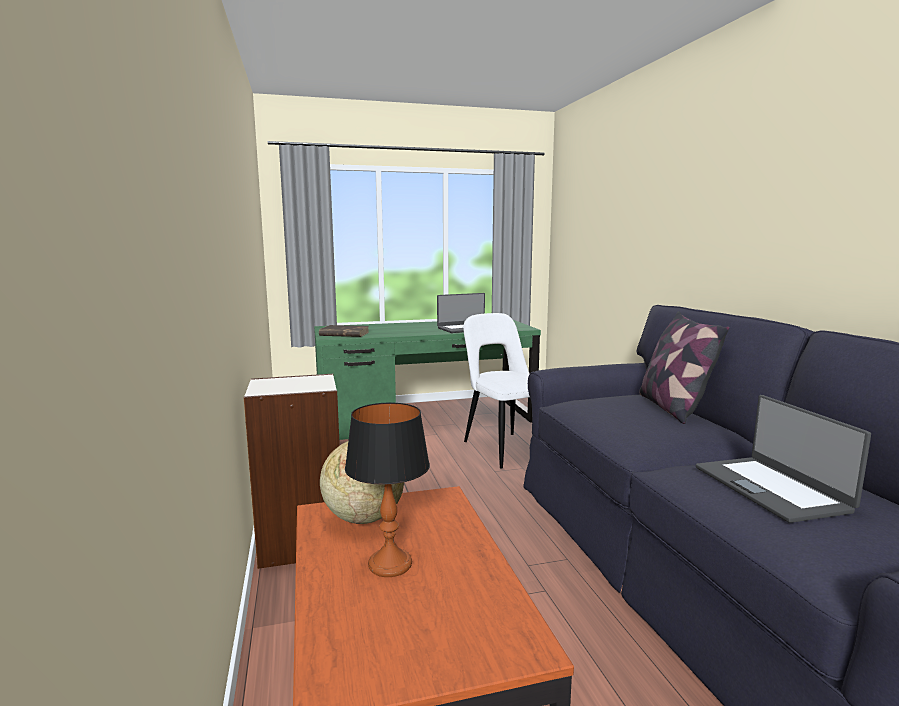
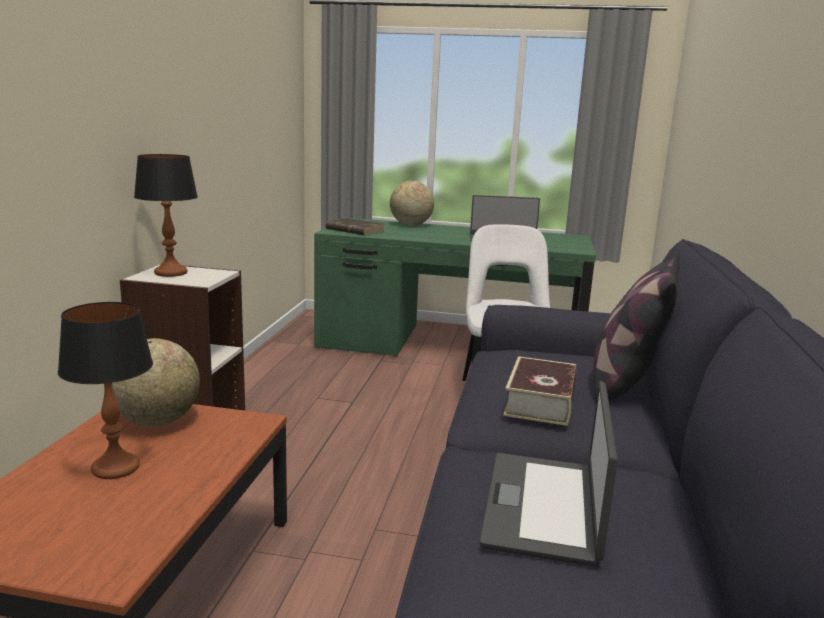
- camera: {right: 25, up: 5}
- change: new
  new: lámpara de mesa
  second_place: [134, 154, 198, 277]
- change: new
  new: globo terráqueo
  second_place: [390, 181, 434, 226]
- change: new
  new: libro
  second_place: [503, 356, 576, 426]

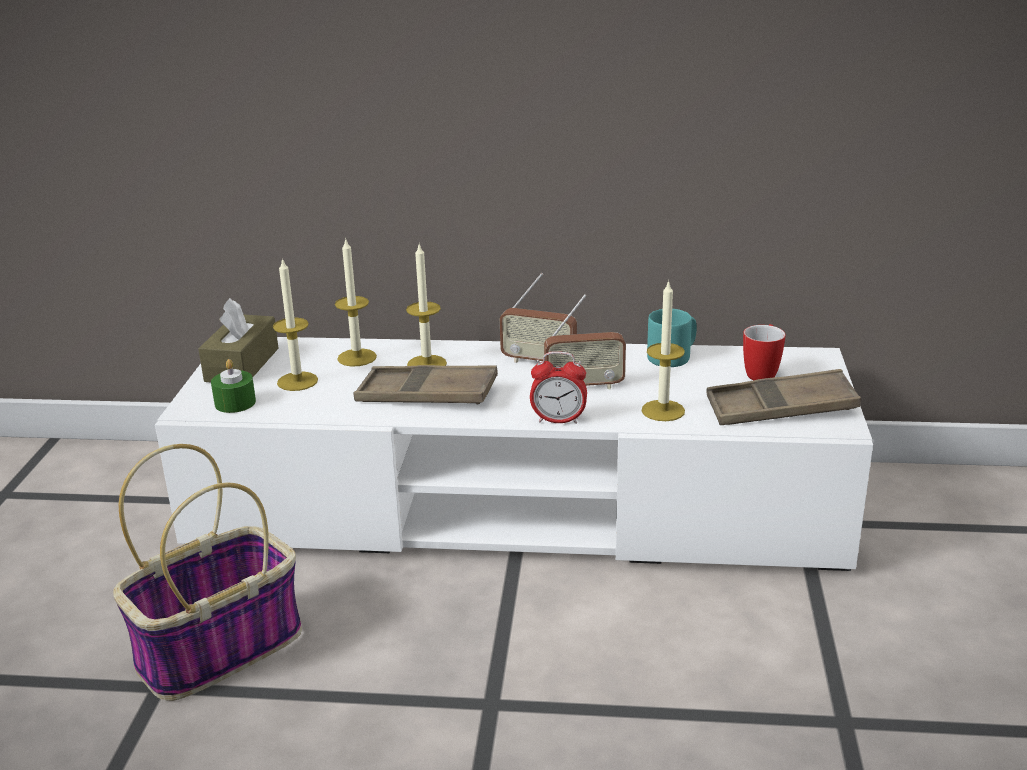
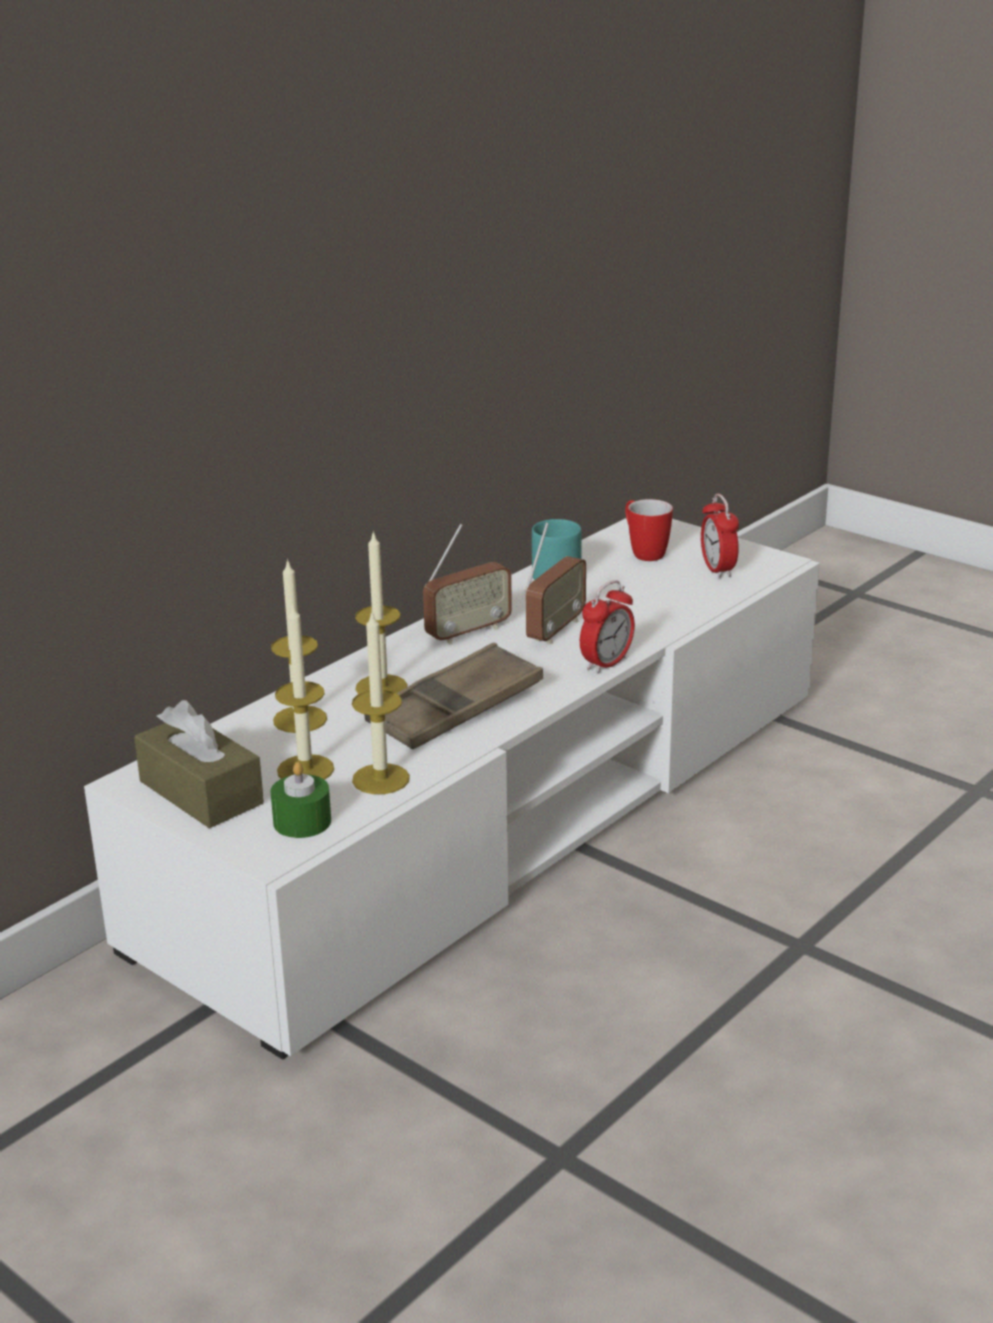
- camera: {right: -55, up: 0}
- change: shifted
  old: vela
  first_place: [642, 280, 685, 421]
  second_place: [352, 613, 410, 794]
- change: swapped
  old: bandeja (marrón)
  new: despertador
  first_place: [706, 369, 861, 425]
  second_place: [701, 494, 739, 578]
- change: gone
  old: cesta
  first_place: [113, 444, 302, 701]

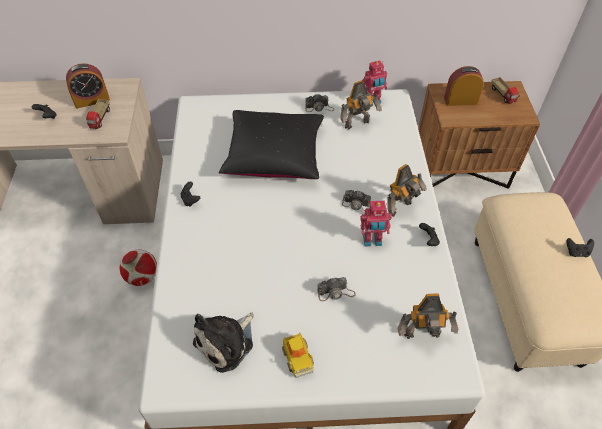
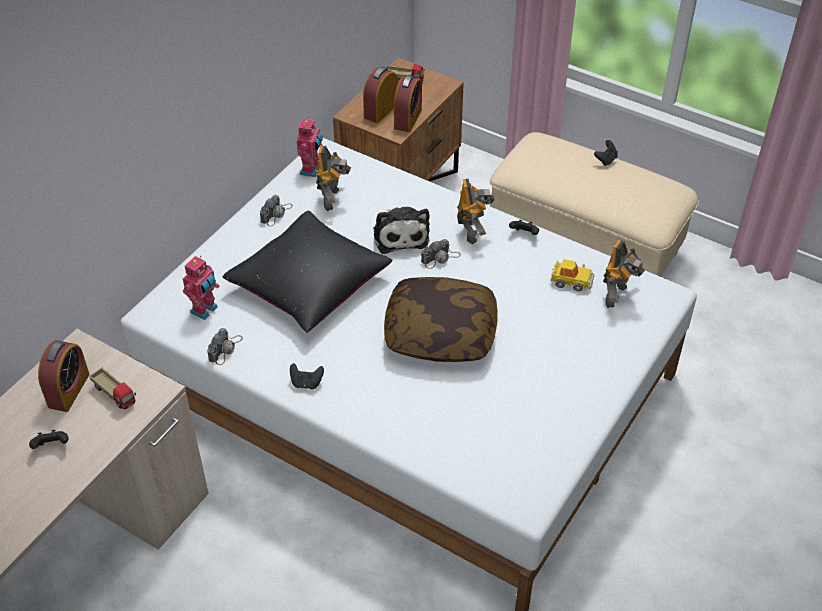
- camera: {right: -55, up: -5}
- change: shifted
  old: robot de juguete
  first_place: [360, 201, 392, 247]
  second_place: [183, 256, 219, 320]
- change: shifted
  old: cámara
  first_place: [317, 277, 356, 301]
  second_place: [207, 328, 243, 365]
- change: shifted
  old: peluche
  first_place: [193, 312, 254, 373]
  second_place: [373, 207, 430, 254]
- change: new
  new: cojín
  second_place: [384, 277, 498, 362]
- change: new
  new: despertador
  second_place: [394, 75, 422, 132]
- change: shifted
  old: coche de juguete
  first_place: [282, 332, 314, 378]
  second_place: [551, 259, 594, 292]
- change: gone
  old: balón de fútbol
  first_place: [120, 250, 157, 286]

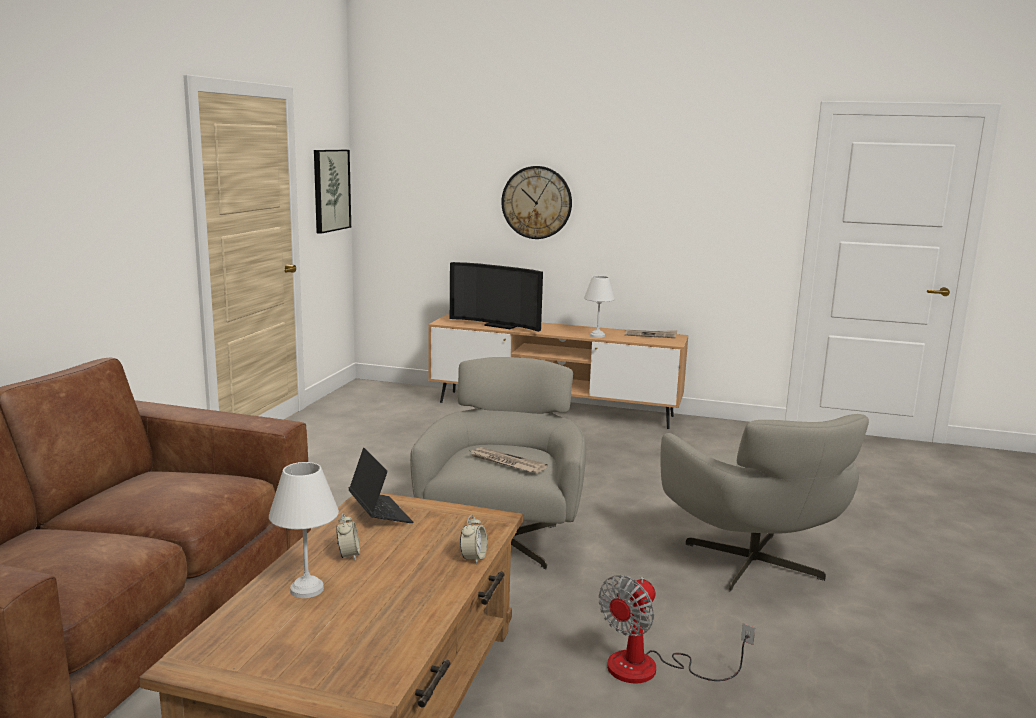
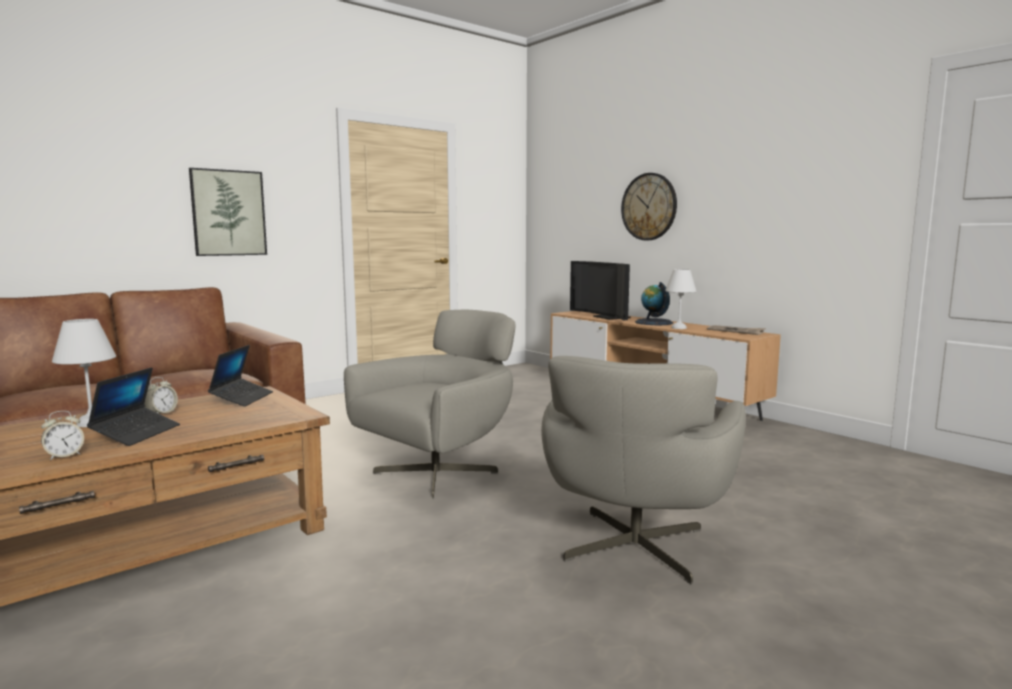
- camera: {right: 35, up: -5}
- change: shifted
  old: despertador
  first_place: [460, 515, 487, 564]
  second_place: [41, 411, 84, 460]
- change: new
  new: portátil
  second_place: [87, 367, 180, 446]
- change: shifted
  old: cuadro
  first_place: [314, 150, 351, 234]
  second_place: [189, 168, 267, 256]
- change: new
  new: globo terráqueo
  second_place: [635, 282, 673, 325]
- change: gone
  old: periódico
  first_place: [471, 447, 548, 473]
- change: gone
  old: ventilador
  first_place: [599, 575, 755, 683]

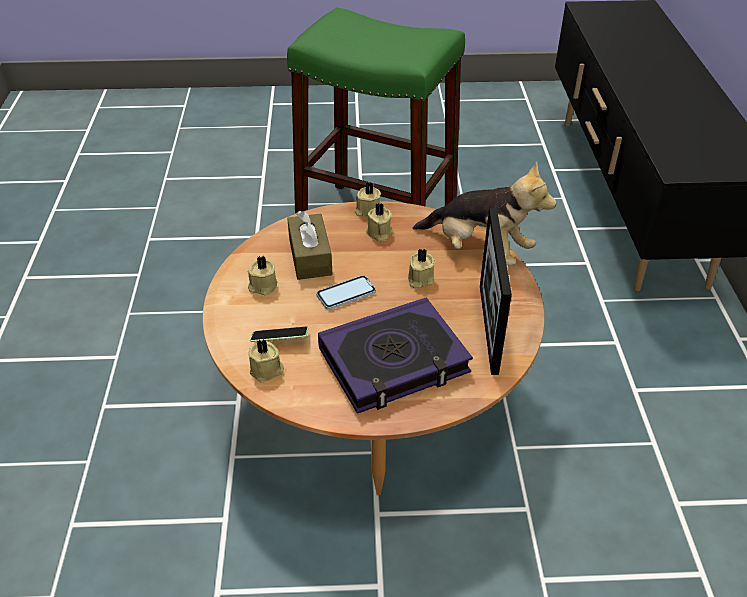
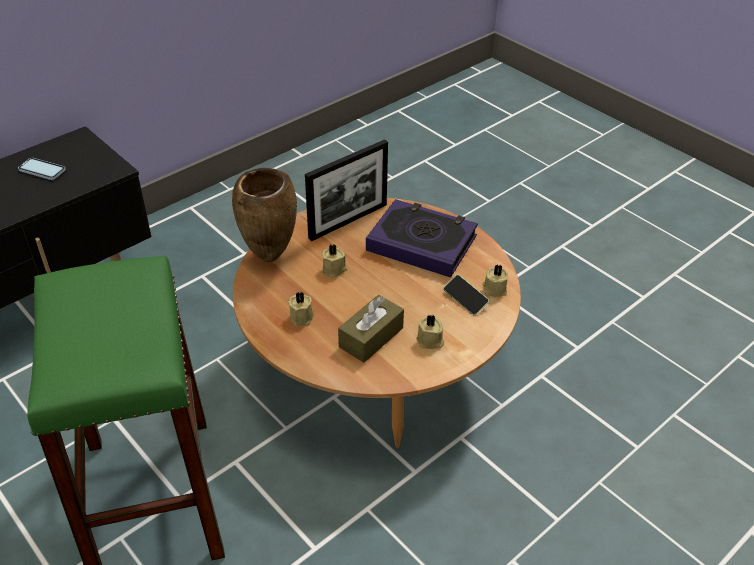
- camera: {right: -130, up: 0}
- change: shifted
  old: móvil
  first_place: [316, 275, 376, 310]
  second_place: [18, 158, 66, 180]
- change: swapped
  old: peluche
  new: florero (marrón)
  first_place: [413, 161, 556, 266]
  second_place: [232, 168, 297, 262]
- change: gone
  old: vela (beis)
  first_place: [355, 182, 381, 218]

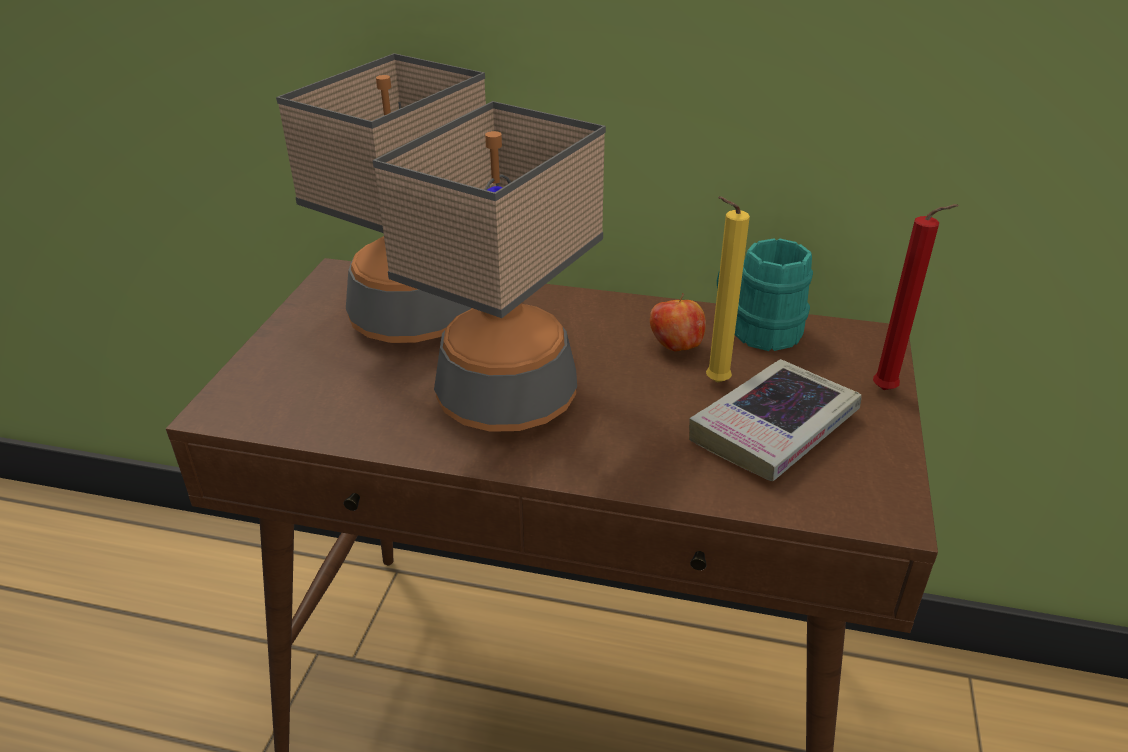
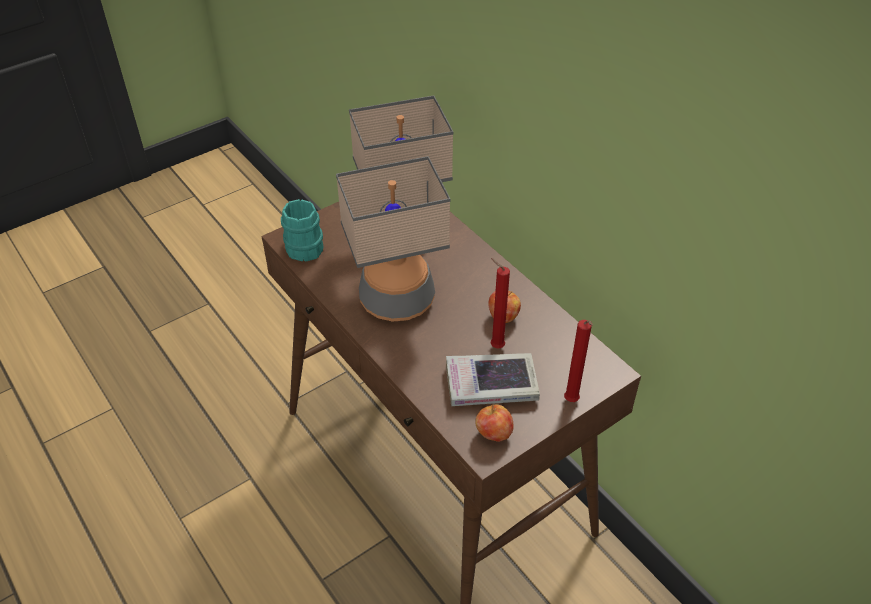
- camera: {right: 40, up: 10}
- change: shifted
  old: taza grande (turquesa)
  first_place: [717, 238, 813, 351]
  second_place: [281, 199, 324, 262]
- change: new
  new: manzana
  second_place: [476, 405, 514, 442]
- change: repainted
  old: vela (amarillo)
  new: vela (rojo)
  first_place: [706, 196, 750, 382]
  second_place: [491, 258, 510, 348]

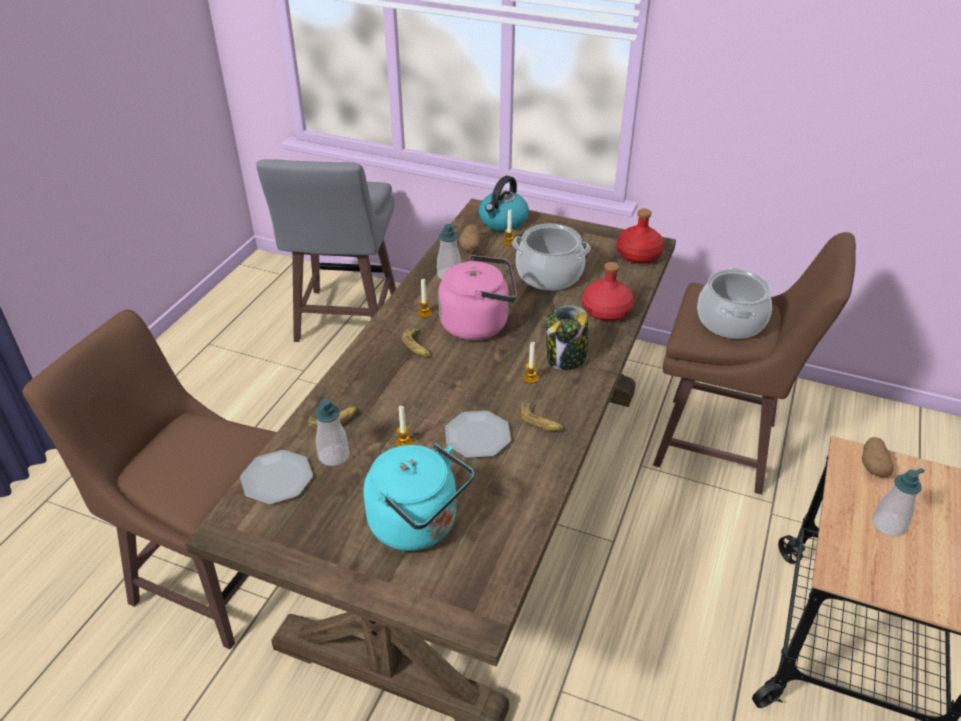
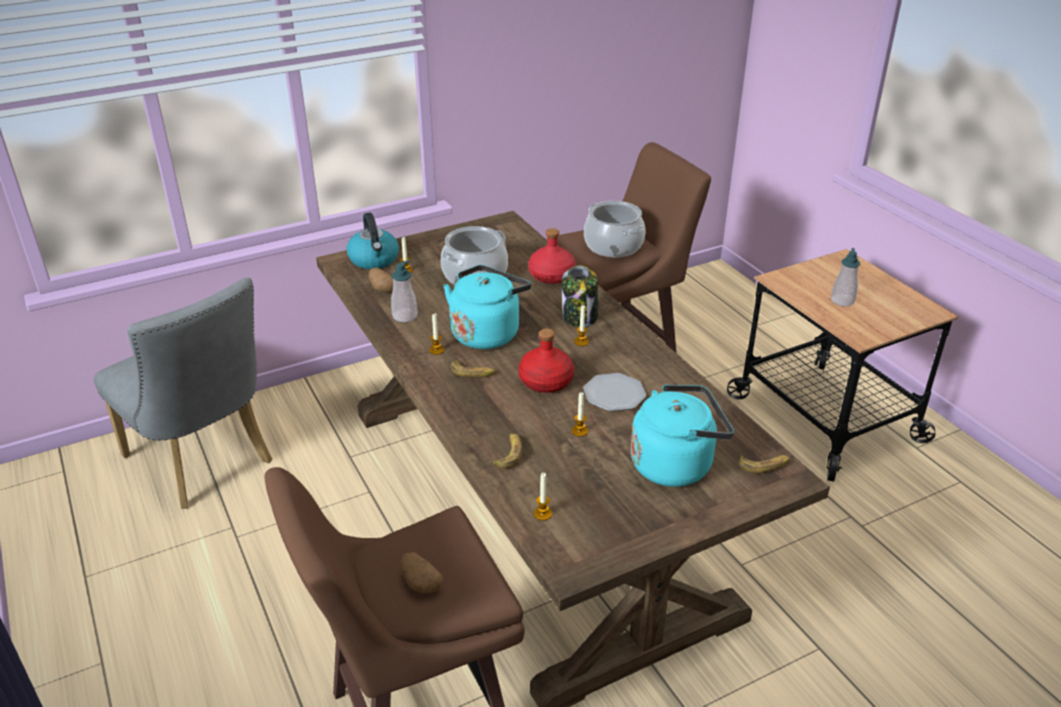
- camera: {right: -50, up: -5}
- change: swapped
  old: taburete (gris)
  new: silla (gris)
  first_place: [256, 159, 396, 342]
  second_place: [94, 278, 272, 509]
- change: shifted
  old: patata
  first_place: [862, 437, 893, 478]
  second_place: [401, 552, 443, 593]
- change: repainted
  old: hervidor (rosa)
  new: hervidor (turquesa)
  first_place: [438, 255, 517, 340]
  second_place: [443, 265, 531, 349]
- change: shifted
  old: botella (rojo)
  first_place: [616, 209, 664, 264]
  second_place: [519, 328, 574, 393]
- change: swapped
  old: plato
  new: vela
  first_place: [240, 450, 313, 504]
  second_place: [534, 473, 552, 521]
- change: shifted
  old: plátano
  first_place: [519, 402, 563, 431]
  second_place: [739, 455, 790, 474]
- change: gone
  old: dispensador de jabón
  first_place: [315, 399, 350, 466]

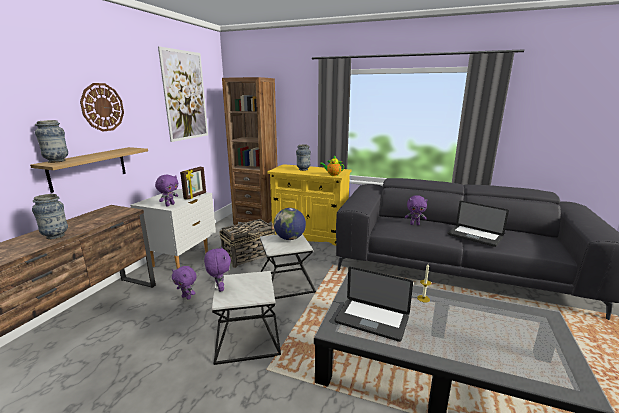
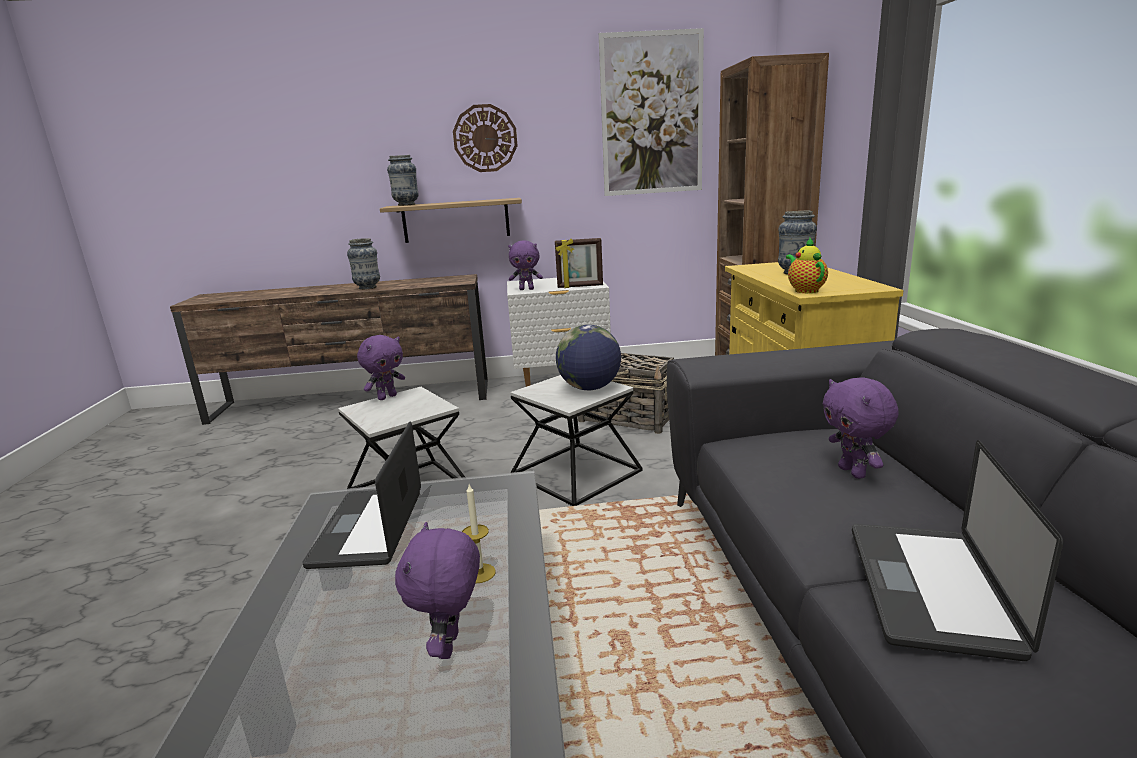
- camera: {right: 65, up: 0}
- change: shifted
  old: peluche (morado)
  first_place: [172, 266, 197, 300]
  second_place: [395, 522, 480, 659]

